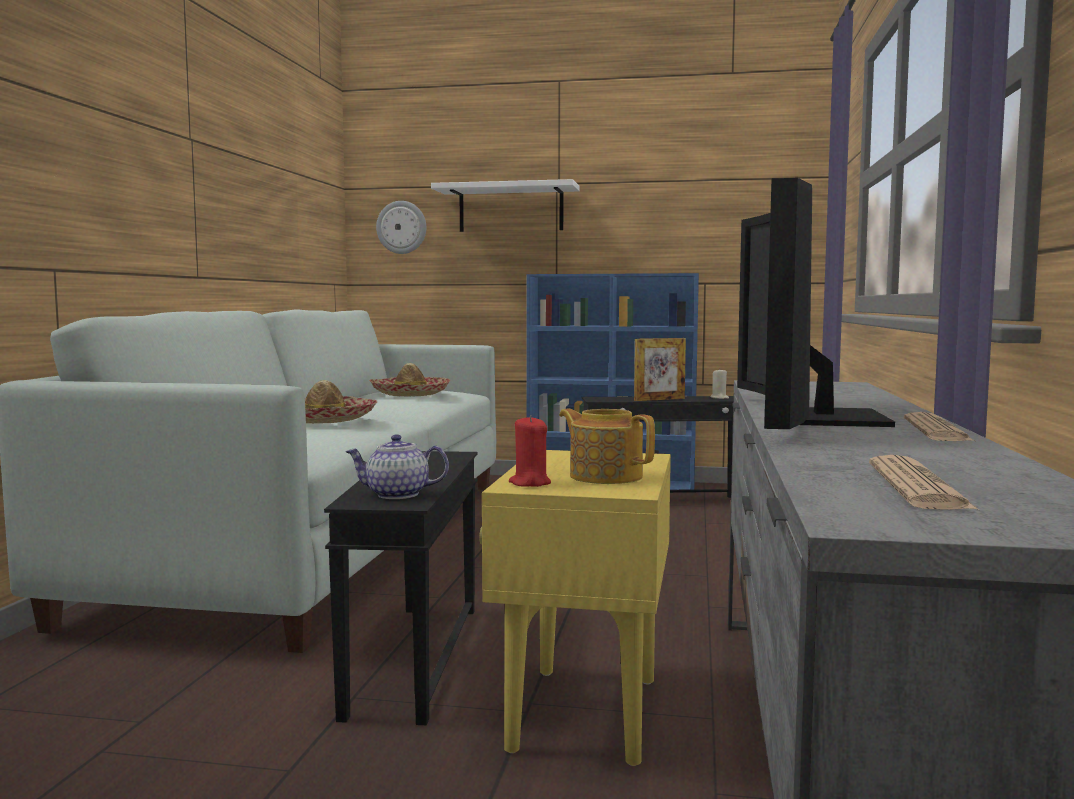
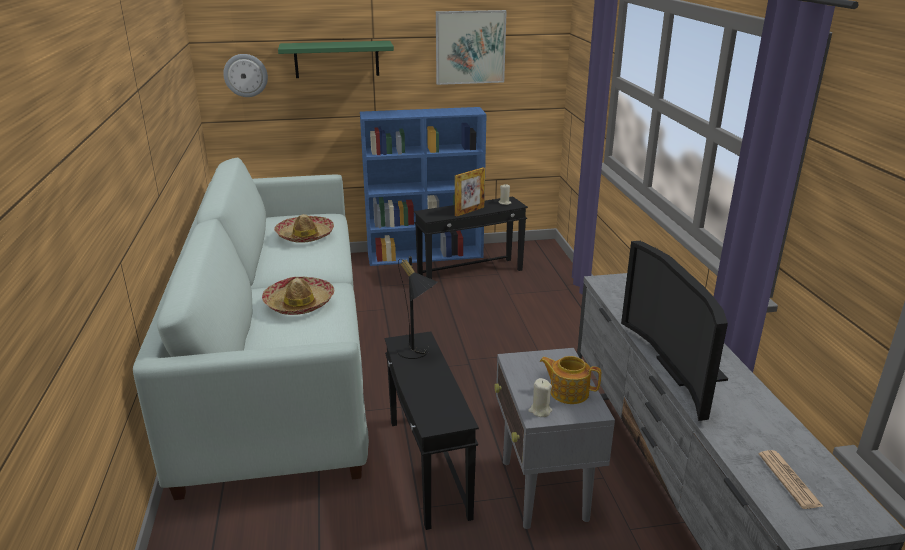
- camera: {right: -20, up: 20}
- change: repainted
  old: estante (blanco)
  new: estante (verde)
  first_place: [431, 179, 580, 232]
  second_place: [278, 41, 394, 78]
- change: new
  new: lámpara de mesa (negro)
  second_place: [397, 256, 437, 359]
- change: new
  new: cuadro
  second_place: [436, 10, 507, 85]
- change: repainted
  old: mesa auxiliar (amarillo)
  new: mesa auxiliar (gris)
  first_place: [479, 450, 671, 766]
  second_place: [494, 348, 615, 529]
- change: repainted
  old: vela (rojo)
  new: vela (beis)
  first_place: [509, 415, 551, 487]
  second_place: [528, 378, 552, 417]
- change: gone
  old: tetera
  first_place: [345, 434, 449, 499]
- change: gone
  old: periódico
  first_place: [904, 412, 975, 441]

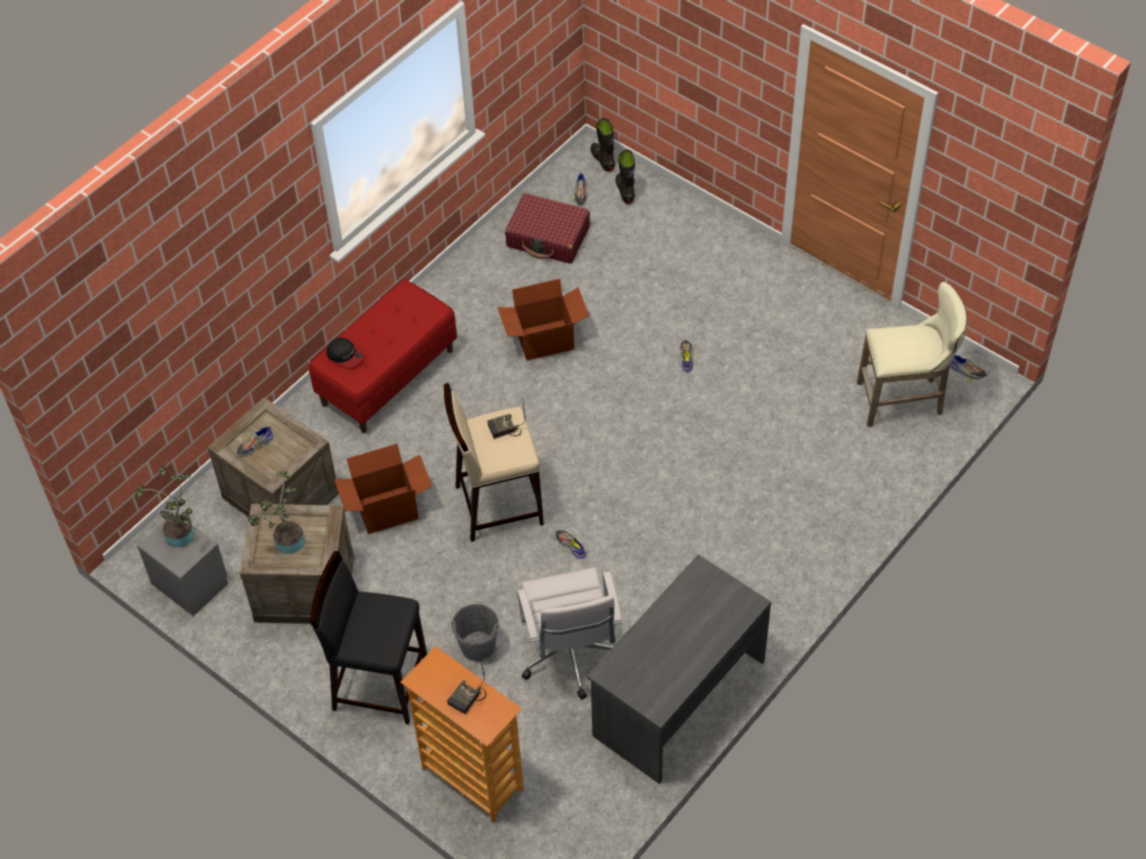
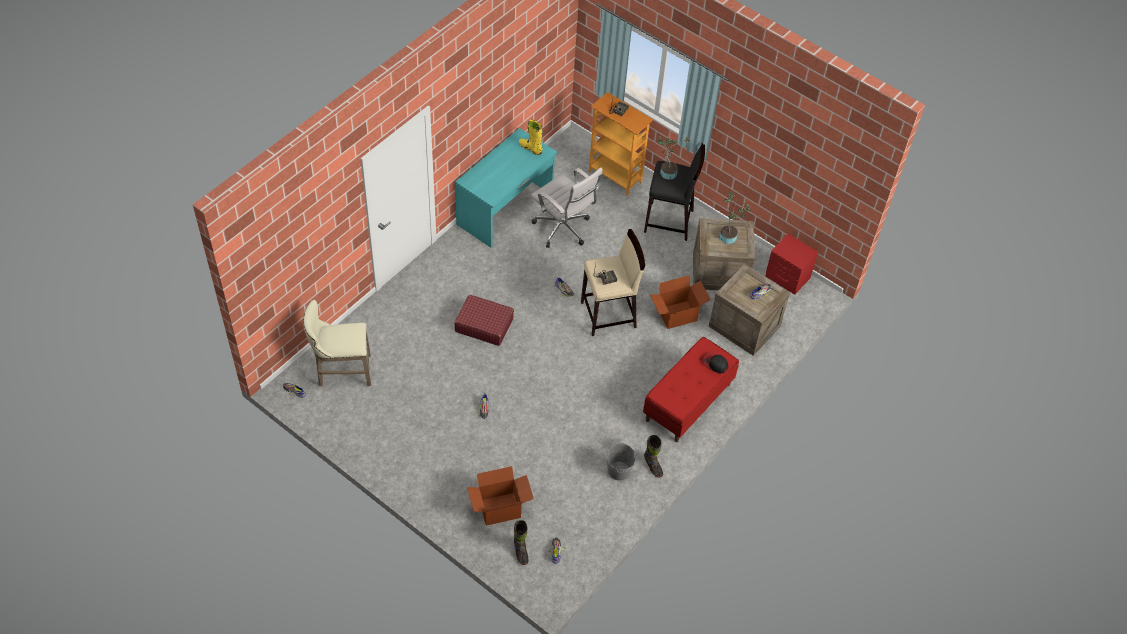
- camera: {right: 175, up: 0}
- change: repainted
  old: escritorio (gris)
  new: escritorio (turquesa)
  first_place: [587, 554, 771, 784]
  second_place: [455, 128, 557, 248]
- change: shifted
  old: maleta (rojo)
  first_place: [505, 193, 590, 264]
  second_place: [455, 295, 514, 346]
- change: shifted
  old: caja de cartón
  first_place: [497, 279, 589, 361]
  second_place: [467, 466, 534, 526]
- change: new
  new: bota (amarillo)
  second_place: [519, 120, 543, 155]
- change: rotated
  old: silla de oficina (blanco)
  first_place: [517, 567, 622, 700]
  second_place: [531, 167, 603, 248]
  degrees: 150
- change: shifted
  old: cubo (gris)
  first_place: [451, 604, 500, 661]
  second_place: [606, 443, 637, 480]
- change: shifted
  old: bota (negro)
  first_place: [590, 118, 615, 172]
  second_place: [644, 435, 663, 477]
- change: shifted
  old: planta en maceta
  first_place: [135, 466, 194, 547]
  second_place: [658, 136, 690, 180]
- change: repainted
  old: mesita de noche (gris)
  new: mesita de noche (rojo)
  first_place: [137, 512, 228, 616]
  second_place: [766, 234, 818, 295]

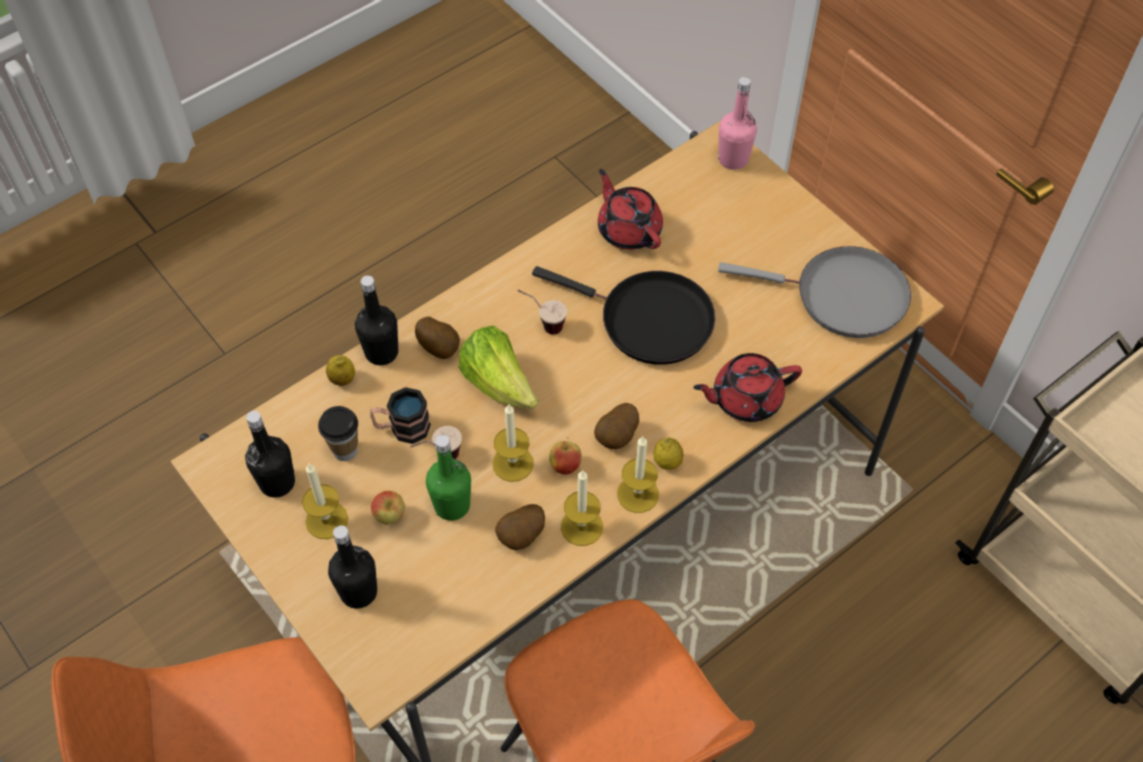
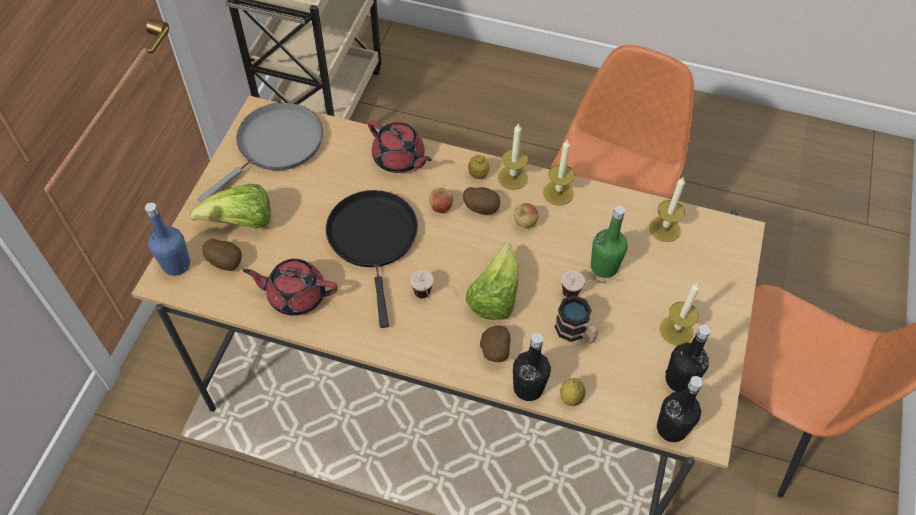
- camera: {right: -125, up: 0}
- change: repainted
  old: botella (rosa)
  new: botella (azul)
  first_place: [718, 77, 757, 170]
  second_place: [145, 203, 190, 276]
- change: new
  new: lechuga
  second_place: [190, 184, 271, 228]
- change: rotated
  old: sartén (gris)
  first_place: [718, 246, 911, 338]
  second_place: [198, 102, 323, 202]
  degrees: 60
- change: shifted
  old: patata
  first_place: [495, 504, 545, 550]
  second_place: [202, 239, 242, 271]
- change: rotated
  old: tetera (rojo)
  first_place: [598, 169, 663, 250]
  second_place: [243, 259, 338, 316]
  degrees: 75
- change: shifted
  old: manzana
  first_place: [371, 491, 405, 525]
  second_place: [429, 185, 454, 213]
- change: shifted
  old: vela
  first_place: [492, 405, 534, 482]
  second_place: [649, 176, 685, 242]
- change: shifted
  old: botella (negro)
  first_place: [328, 525, 377, 609]
  second_place: [657, 376, 703, 442]
- change: gone
  old: taza
  first_place: [318, 406, 358, 461]

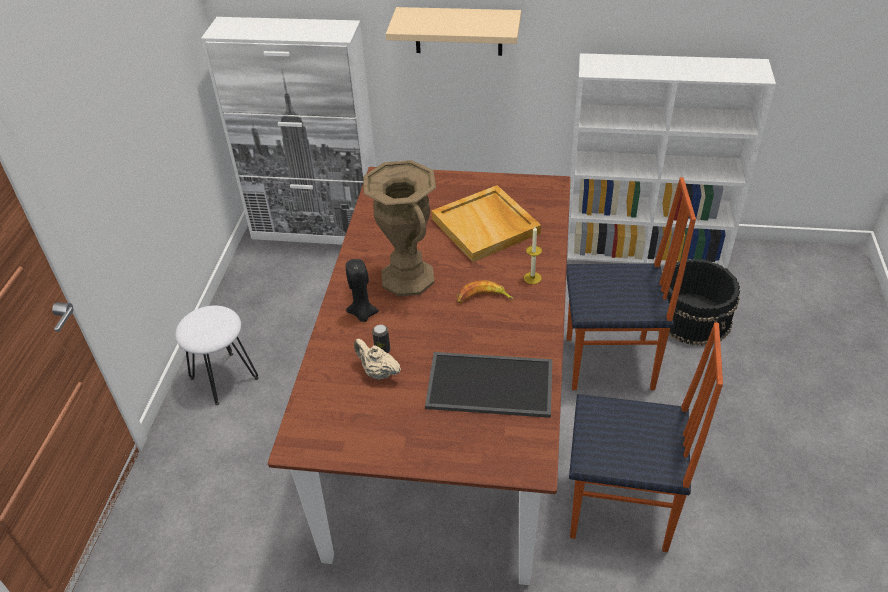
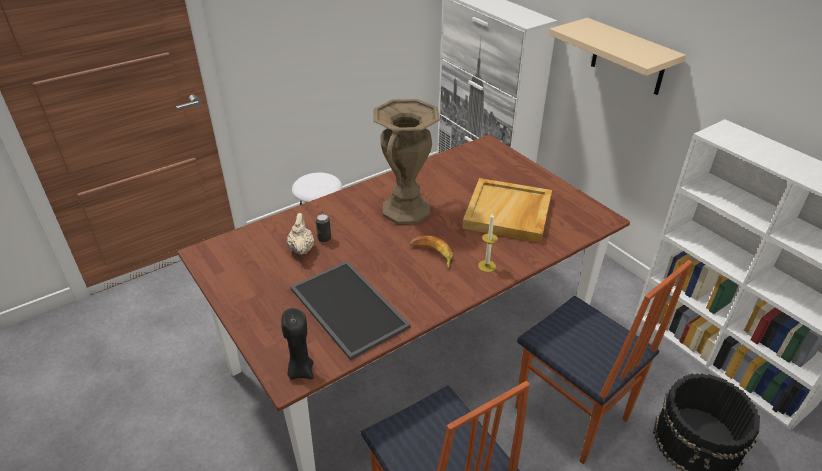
- camera: {right: 45, up: -5}
- change: shifted
  old: vela (negro)
  first_place: [346, 259, 379, 322]
  second_place: [281, 308, 314, 380]

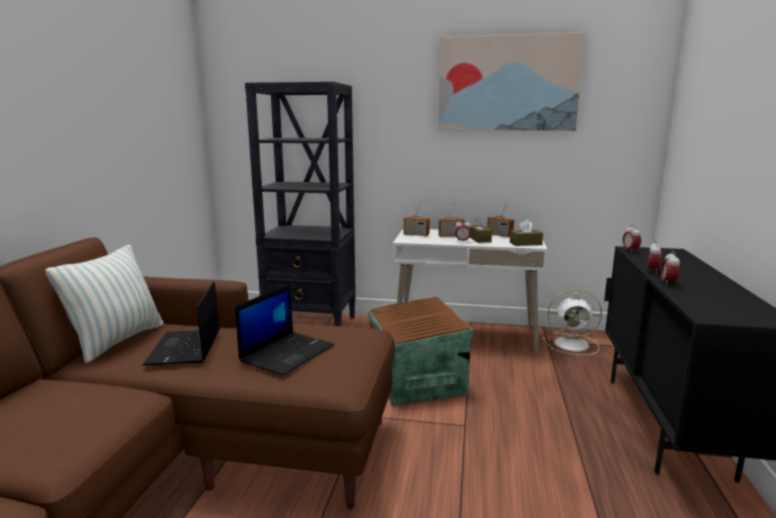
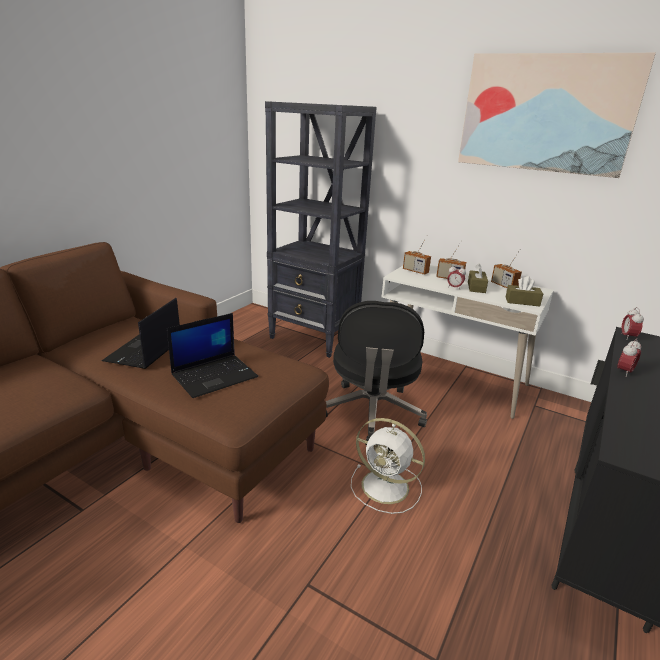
- camera: {right: 20, up: 10}
- change: swapped
  old: caja de almacenaje (marrón)
  new: silla de oficina (negro)
  first_place: [368, 297, 473, 406]
  second_place: [326, 301, 427, 445]
- change: shifted
  old: ventilador (blanco)
  first_place: [543, 289, 602, 355]
  second_place: [351, 418, 425, 514]
- change: gone
  old: cojín
  first_place: [45, 245, 163, 363]
- change: gone
  old: despertador
  first_place: [661, 251, 680, 286]

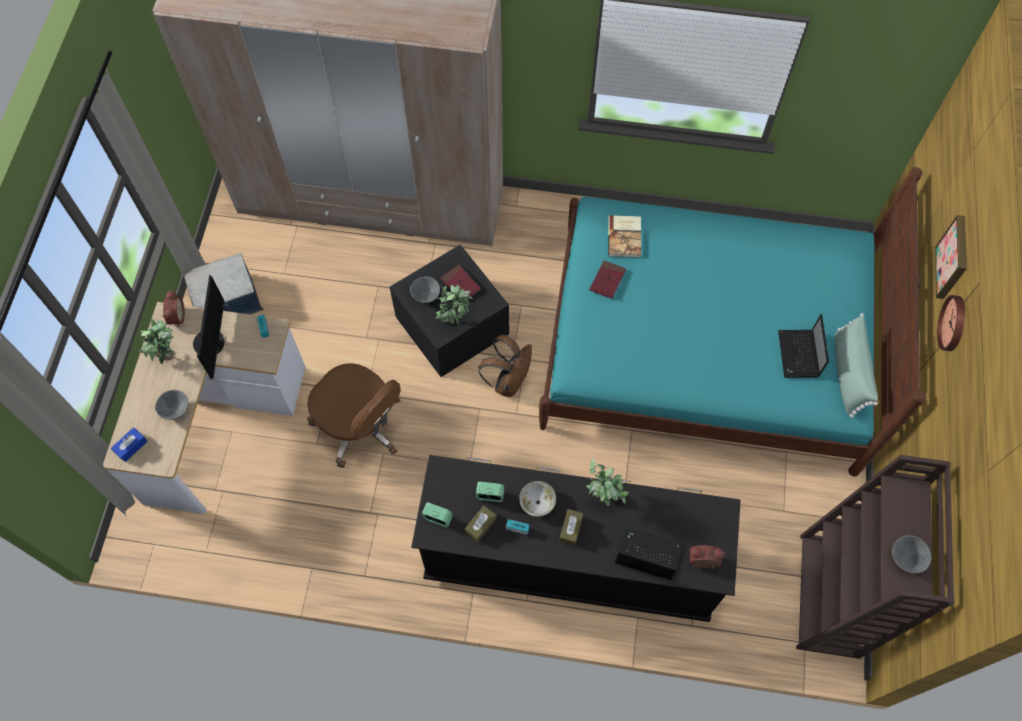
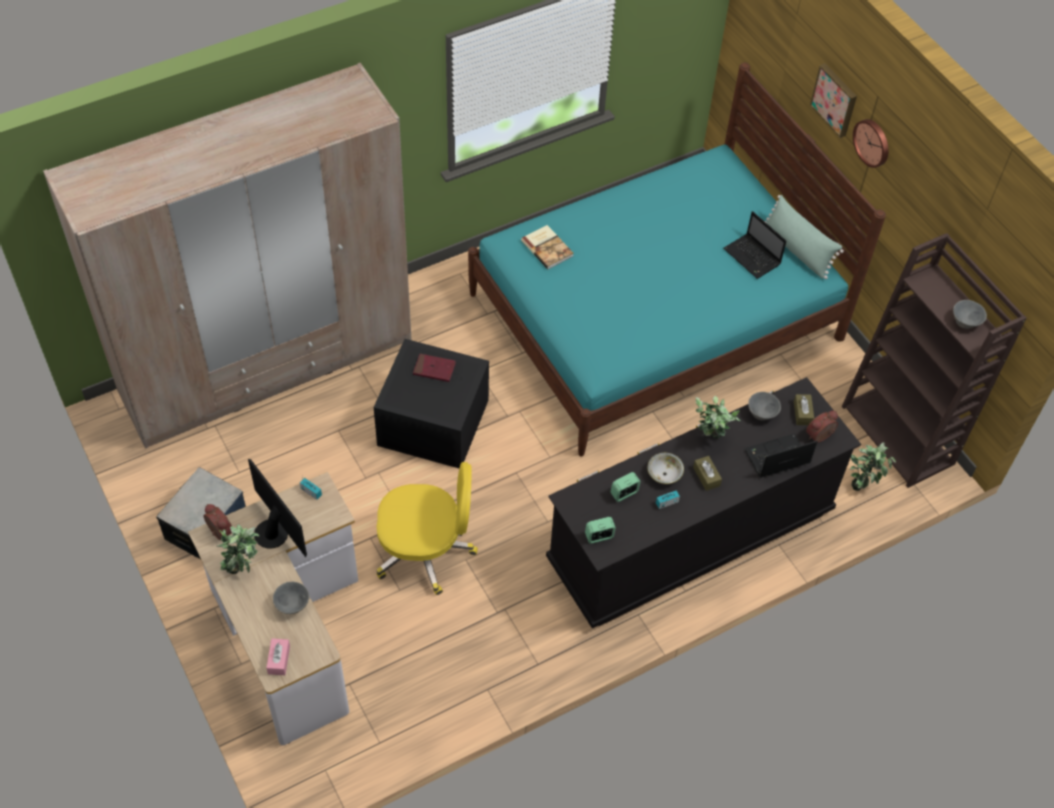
- camera: {right: -40, up: -10}
- change: repainted
  old: caja de pañuelos (azul)
  new: caja de pañuelos (rosa)
  first_place: [111, 427, 148, 462]
  second_place: [266, 638, 290, 675]
- change: repainted
  old: silla de oficina (marrón)
  new: silla de oficina (amarillo)
  first_place: [307, 363, 401, 468]
  second_place: [376, 462, 478, 595]
- change: shifted
  old: cuenco (gris)
  first_place: [410, 277, 440, 303]
  second_place: [748, 392, 781, 420]
- change: shifted
  old: caja de pañuelos (marrón)
  first_place: [465, 505, 497, 542]
  second_place: [794, 394, 814, 425]
- change: shifted
  old: planta en maceta
  first_place: [436, 285, 473, 326]
  second_place: [850, 442, 896, 491]
- change: gone
  old: mochila (marrón)
  first_place: [478, 335, 532, 397]
- change: gone
  old: libro (rojo)
  first_place: [590, 261, 626, 299]

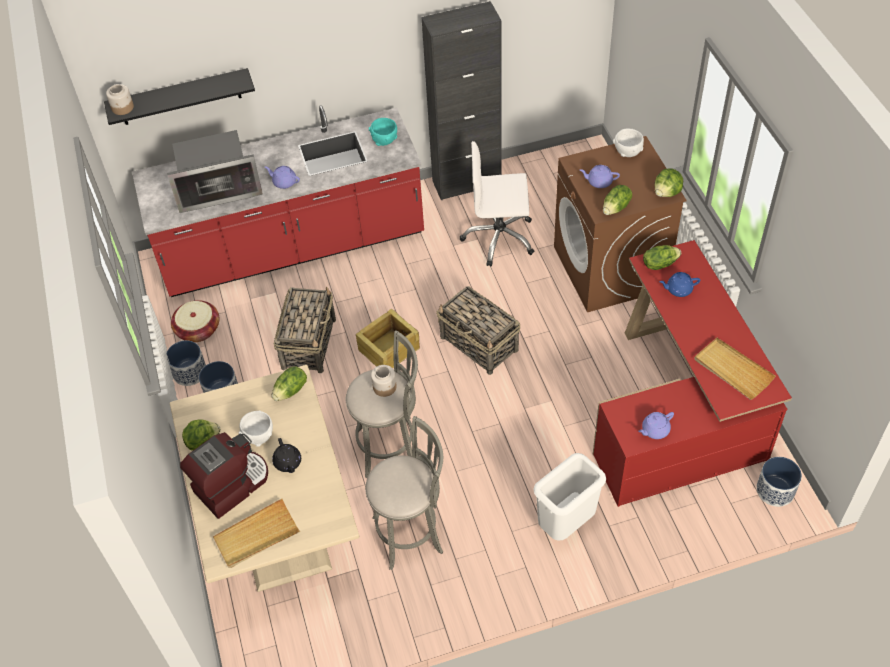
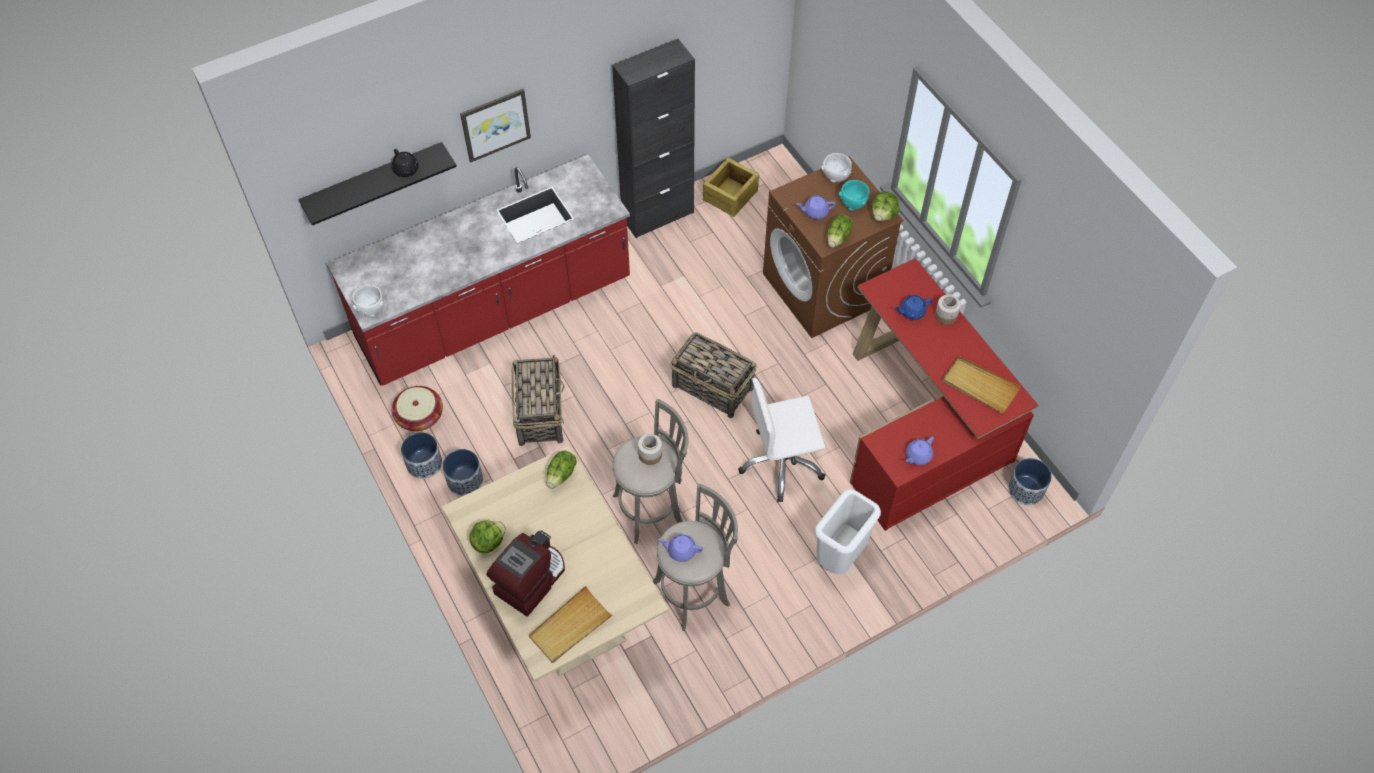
- camera: {right: -15, up: 5}
- change: shifted
  old: cuenco (blanco)
  first_place: [239, 411, 273, 447]
  second_place: [352, 285, 384, 317]
- change: shifted
  old: tetera (negro)
  first_place: [272, 438, 301, 473]
  second_place: [392, 149, 419, 177]
- change: new
  new: cuadro
  second_place: [460, 89, 531, 162]
- change: shifted
  old: tetera (morado)
  first_place: [265, 166, 300, 189]
  second_place: [658, 534, 703, 562]
- change: shifted
  old: caja de embalaje
  first_place: [356, 308, 420, 368]
  second_place: [703, 157, 759, 217]
- change: shifted
  old: silla de oficina (blanco)
  first_place: [460, 141, 534, 267]
  second_place: [738, 378, 826, 502]
- change: shifted
  old: cuenco (turquesa)
  first_place: [369, 118, 397, 146]
  second_place: [839, 180, 870, 211]
- change: shifted
  old: tarro
  first_place: [106, 84, 134, 115]
  second_place: [935, 295, 961, 325]
- change: gone
  old: microondas
  first_place: [167, 130, 263, 213]
- change: gone
  old: lechuga
  first_place: [643, 245, 681, 270]

